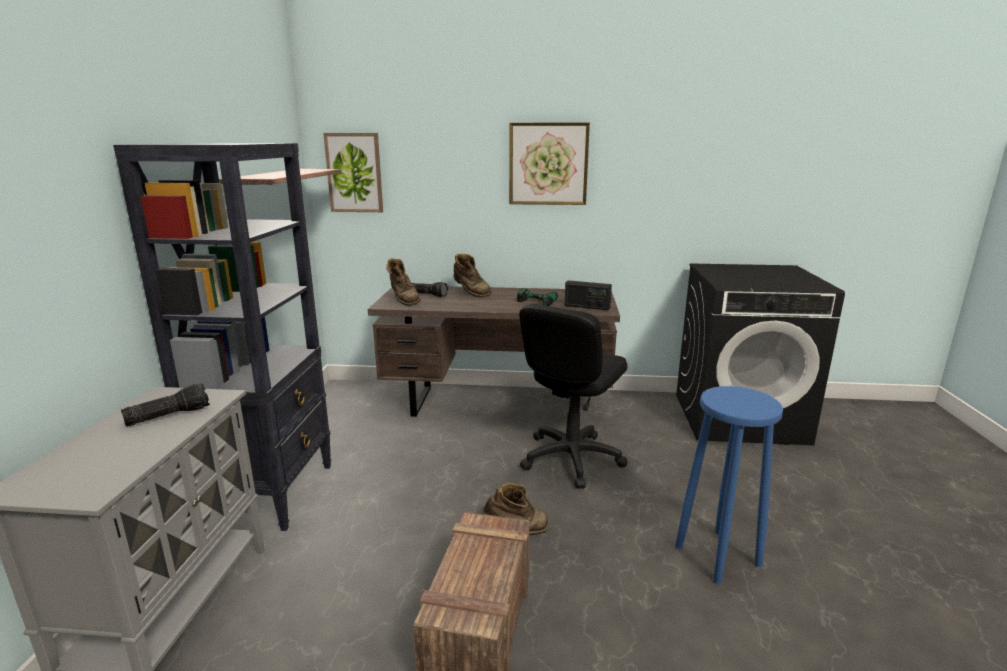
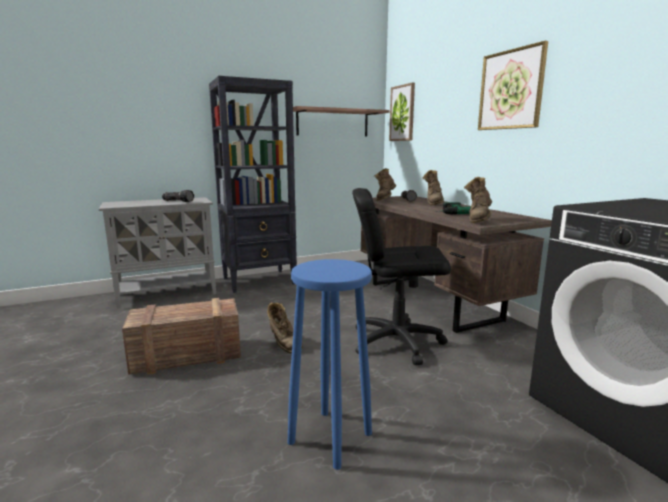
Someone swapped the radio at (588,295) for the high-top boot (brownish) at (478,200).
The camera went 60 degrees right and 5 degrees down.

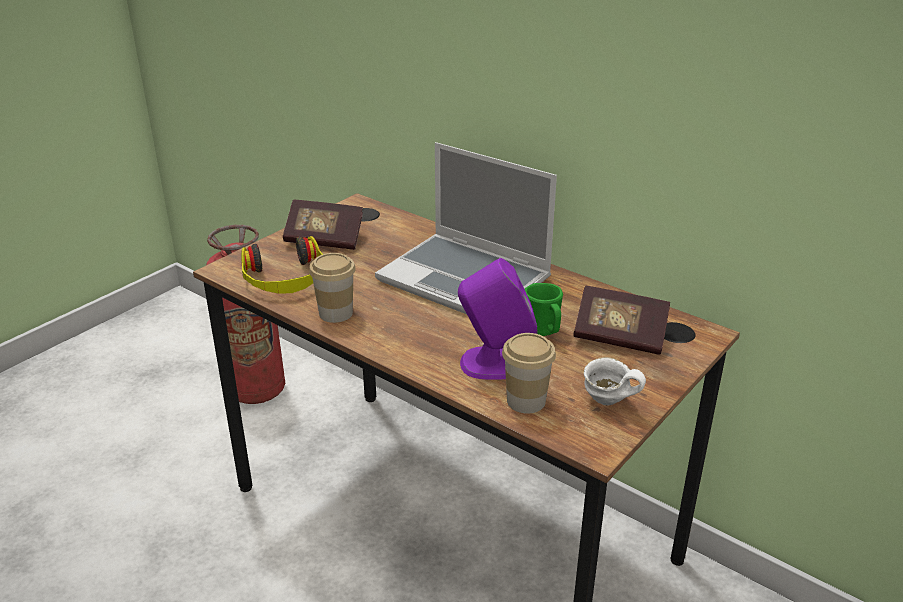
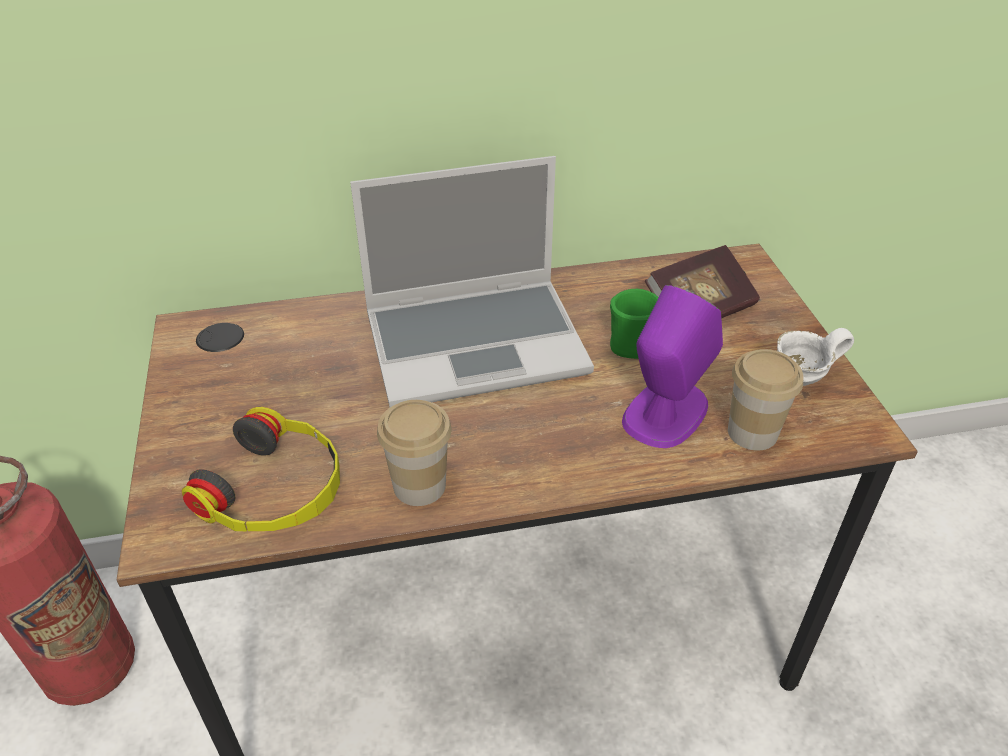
Someone took away the bound book at (323,225).
The camera went 50 degrees left and 10 degrees up.

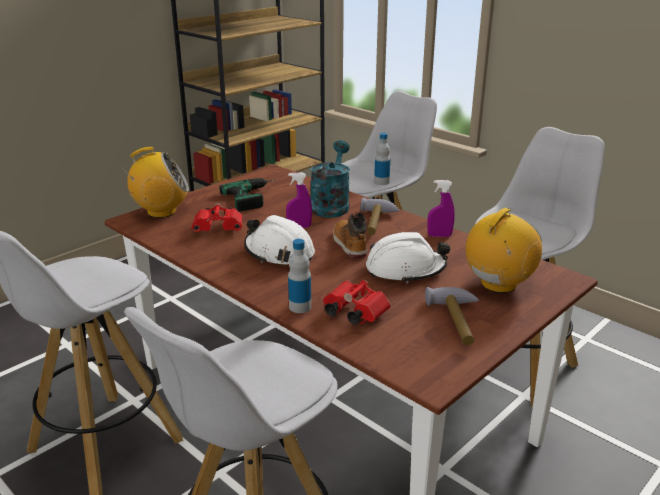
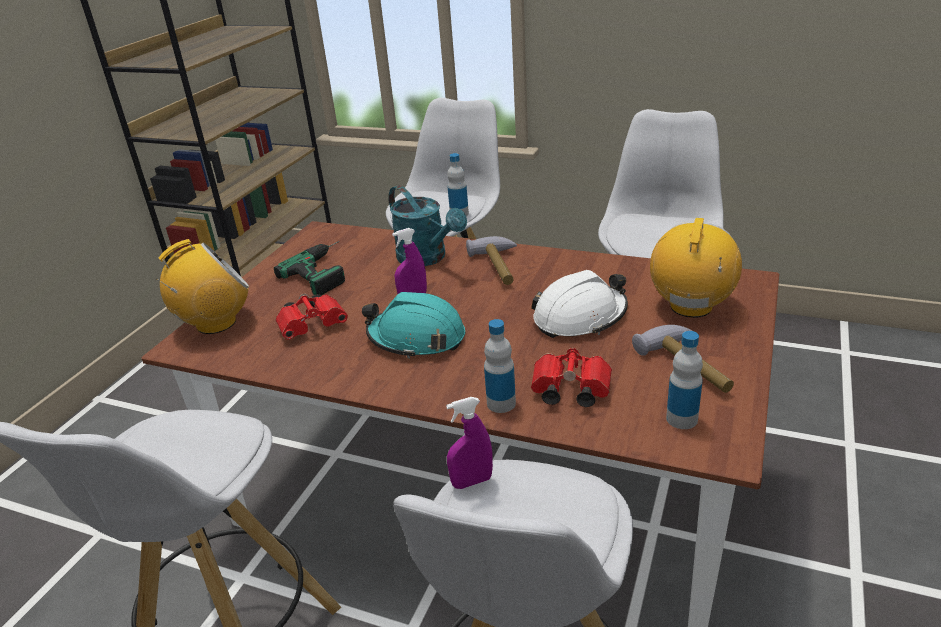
Someone rotated the watering can (turquoise-coloured) at (330,179) by 150 degrees clockwise.
Someone carried the spray bottle (purple-coloured) from (441,208) to (469,443).
Someone took away the high-top boot at (350,235).
Someone repainted the safety helmet (white-coloured) at (279,240), which became the safety helmet (turquoise-coloured) at (413,325).
Someone put down the beverage bottle at (684,380).
The camera went 20 degrees left and 5 degrees up.

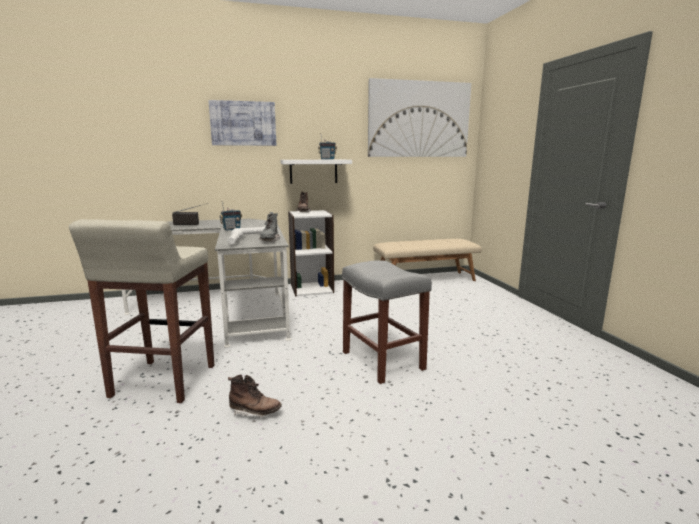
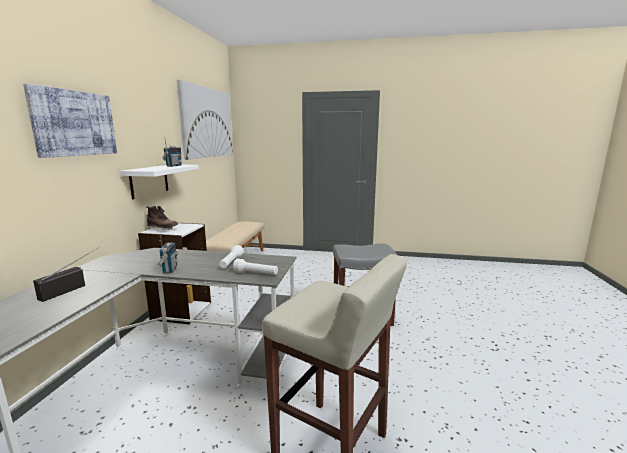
Someone took away the high-top boot (grey) at (269,227).
Someone took away the high-top boot (brownish) at (255,396).
The camera went 65 degrees left and 0 degrees up.

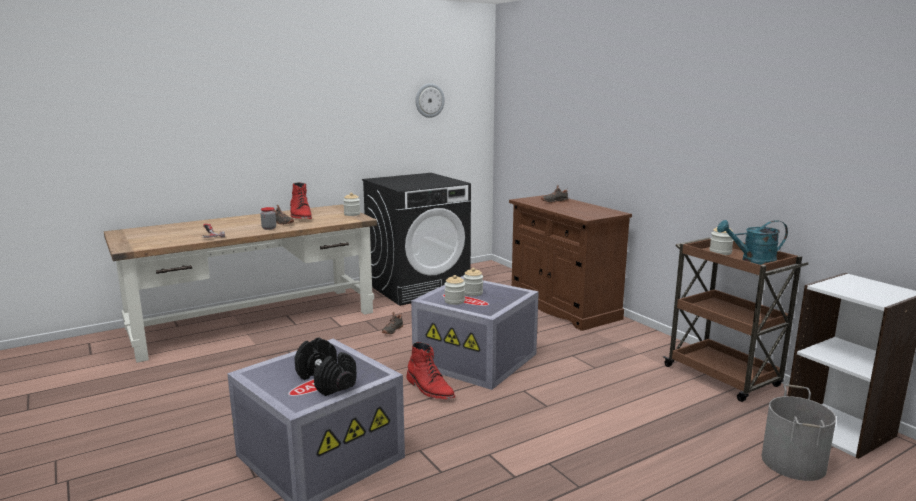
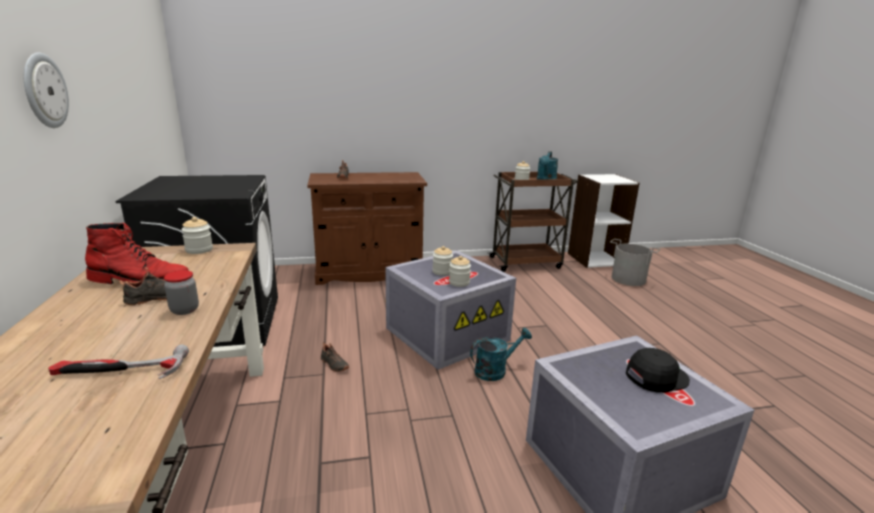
Someone carried the hanging clock from (430,100) to (46,90).
Someone swapped the dumbbell (black-coloured) at (326,366) for the peaked cap (black-coloured) at (658,370).
Someone swapped the high-top boot (red) at (430,370) for the watering can (turquoise-coloured) at (501,354).
The camera went 70 degrees left and 5 degrees up.

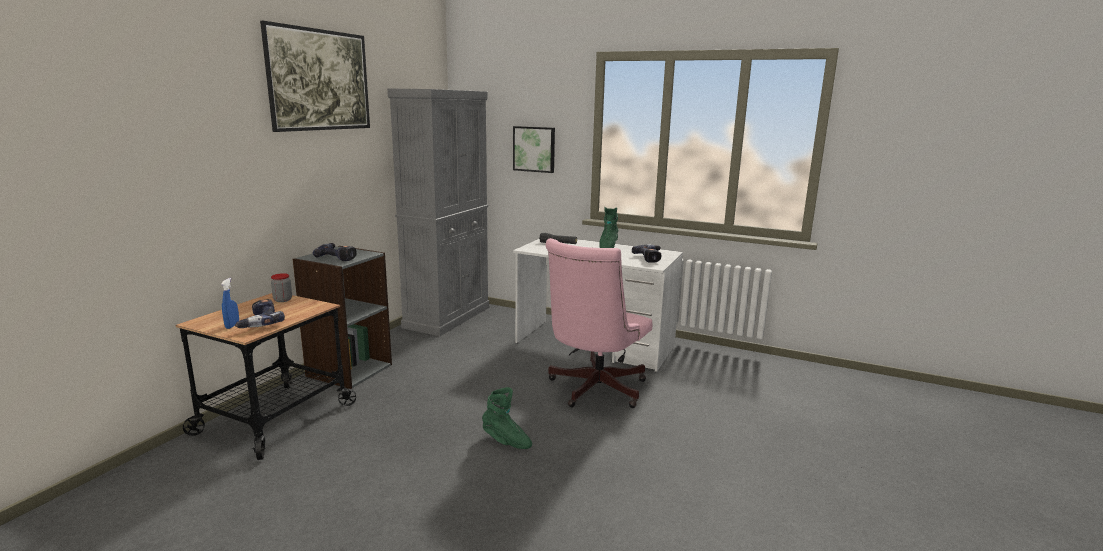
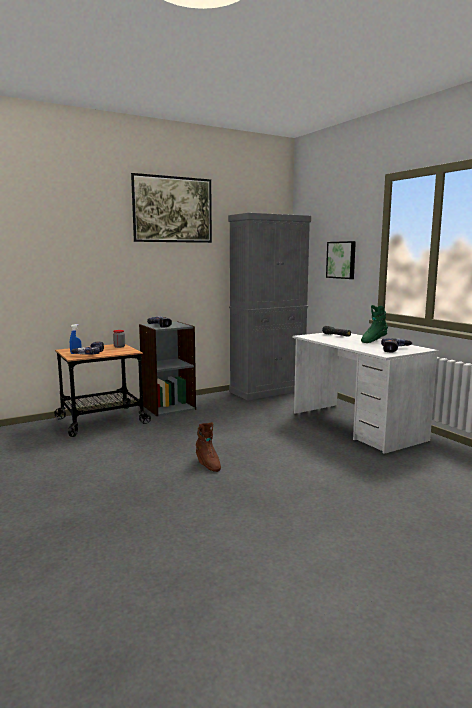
Someone took away the computer chair (pinkish) at (599,323).
Someone repainted the high-top boot (green-coloured) at (507,418), which became the high-top boot (brownish) at (208,447).
The camera went 35 degrees right and 5 degrees down.

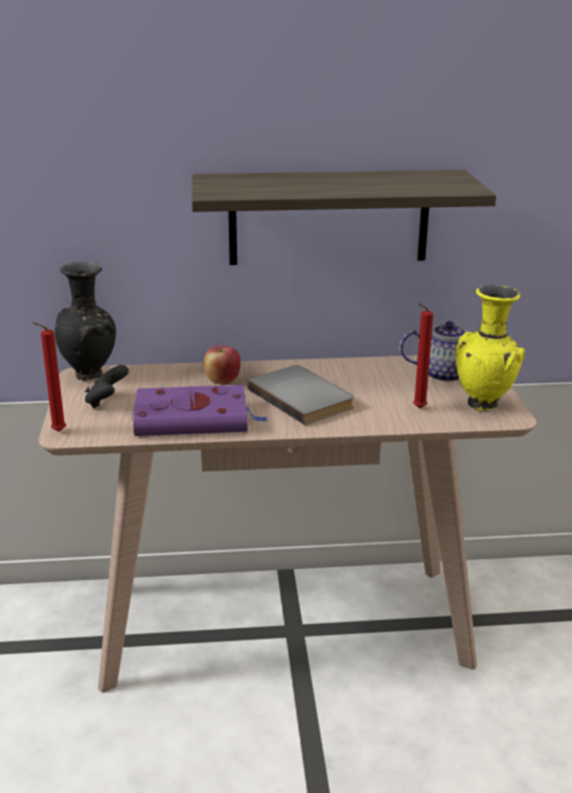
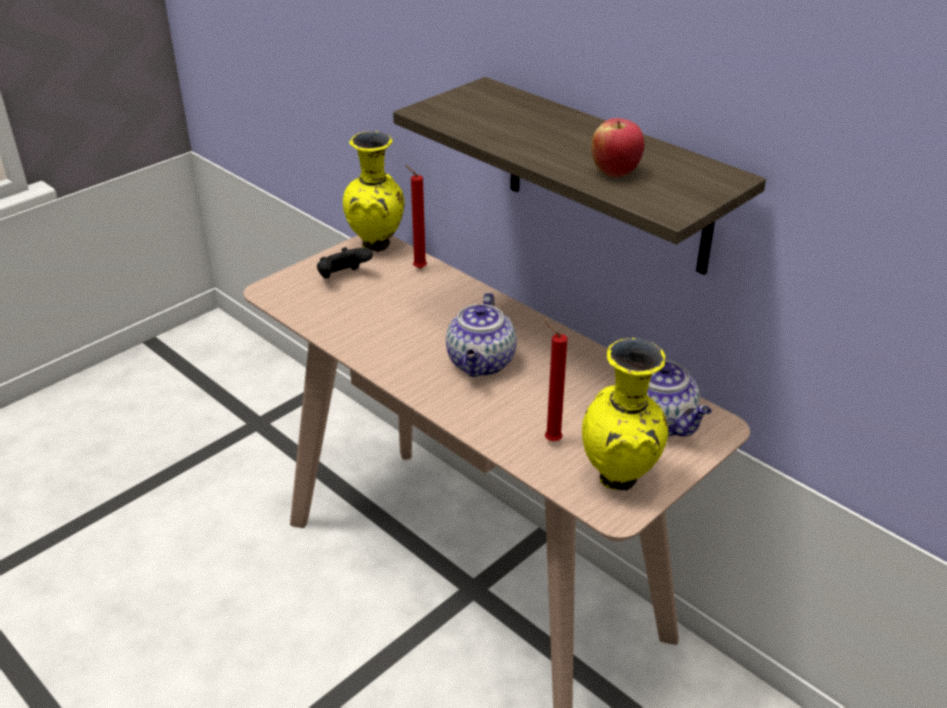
Someone repainted the flower vase (black-coloured) at (85,321), which became the flower vase (yellow) at (373,191).
Someone carried the wax candle (red) from (49,377) to (416,217).
Someone carried the apple fruit from (222,365) to (617,147).
Someone swapped the bound book (grey) at (300,395) for the pot for tea at (481,334).
Someone took away the bound book (purple-coloured) at (200,410).
The camera went 50 degrees right and 10 degrees up.

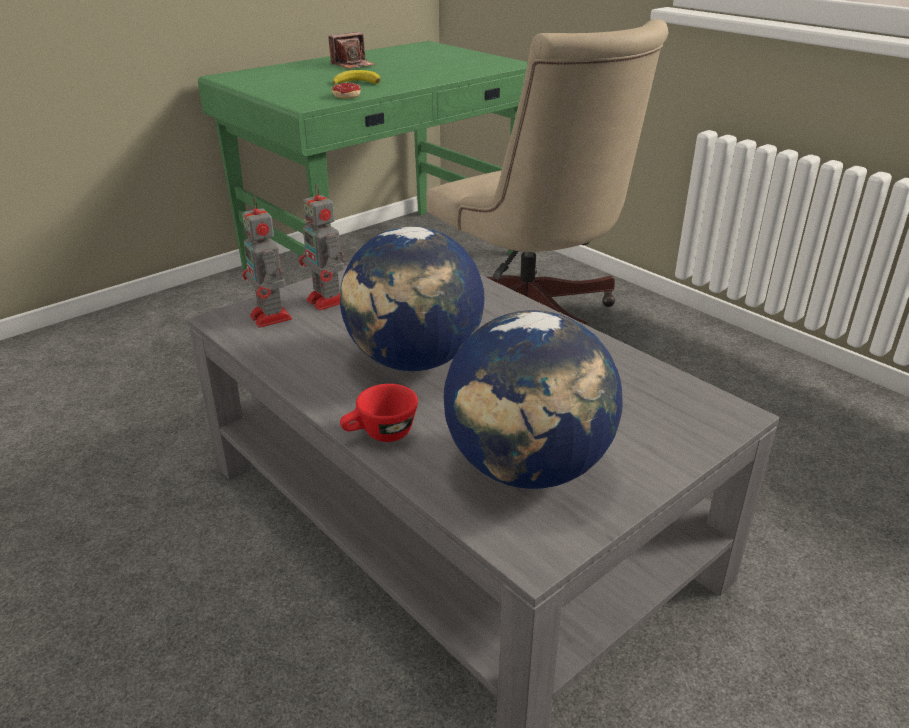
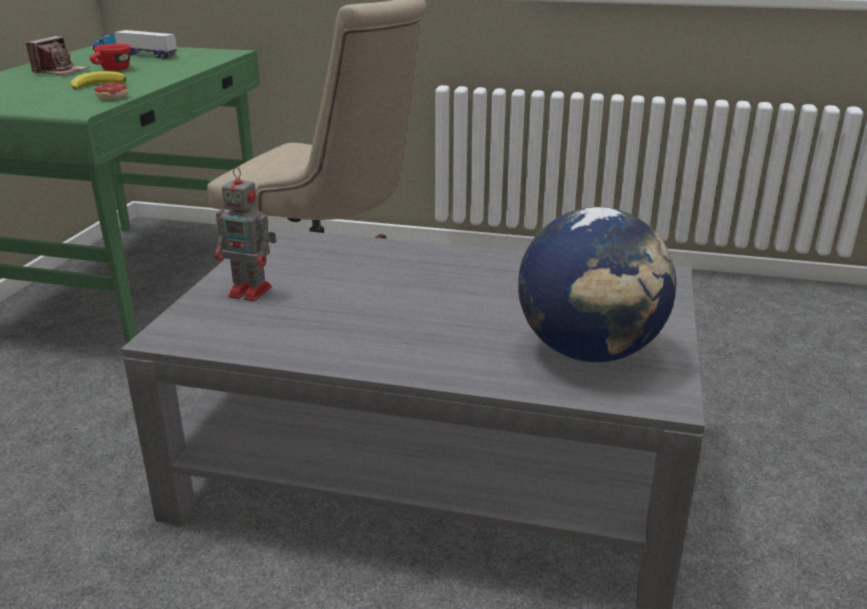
Someone took away the robot figure at (267,262).
Someone took away the desk globe at (412,298).
Someone carried the small cup (red) from (379,413) to (110,57).
Someone put down the toy truck at (135,44).
The camera went 35 degrees left and 5 degrees down.

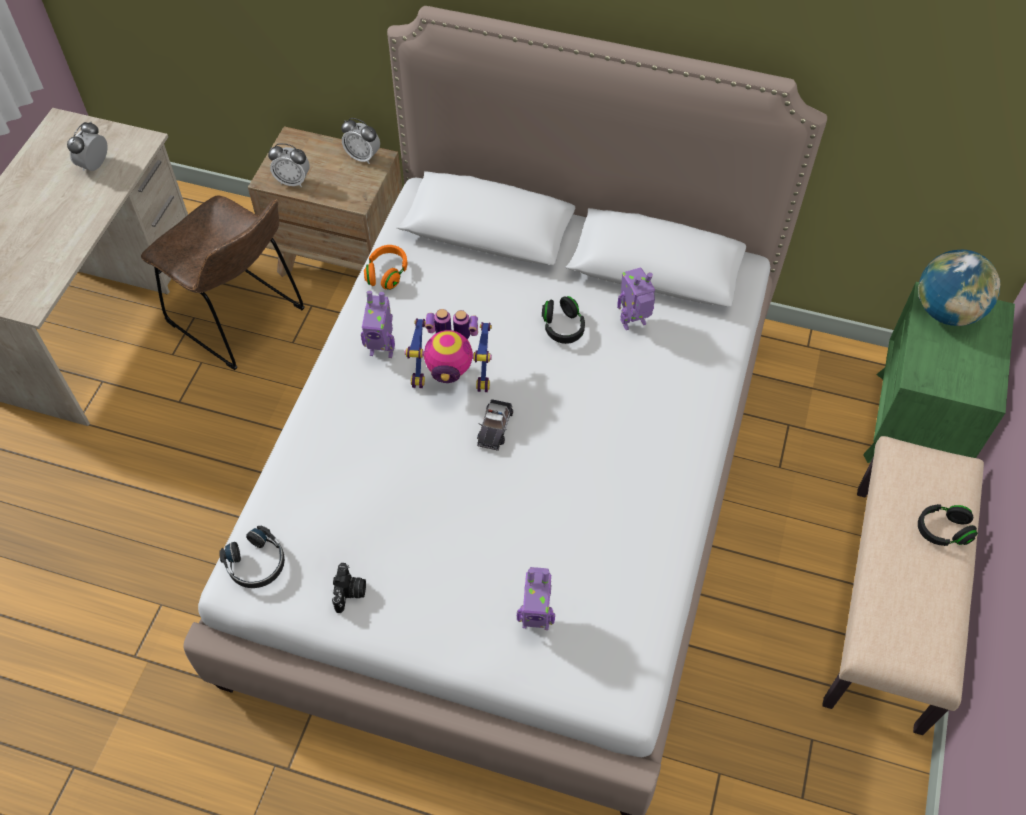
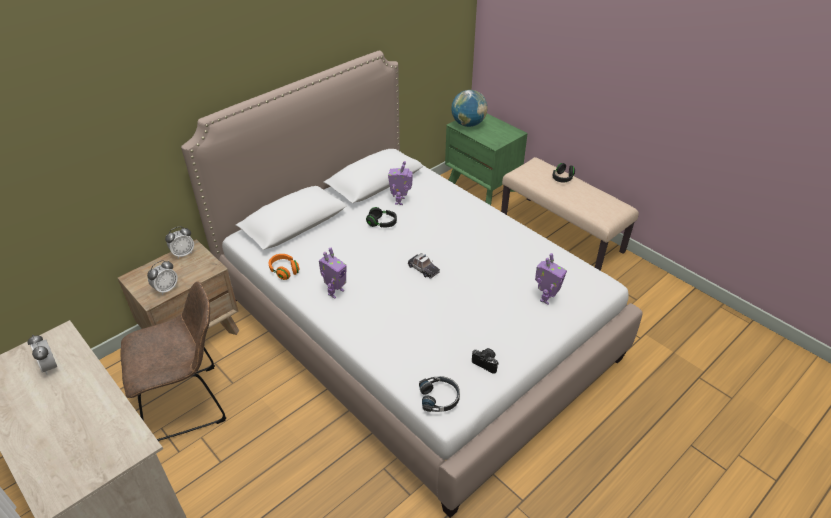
Someone took away the robot figure at (448,350).
The camera went 60 degrees left and 15 degrees down.

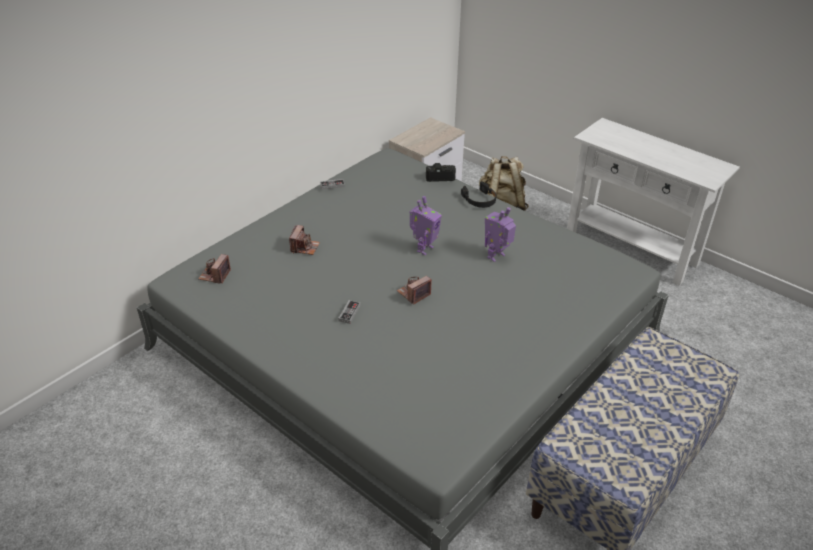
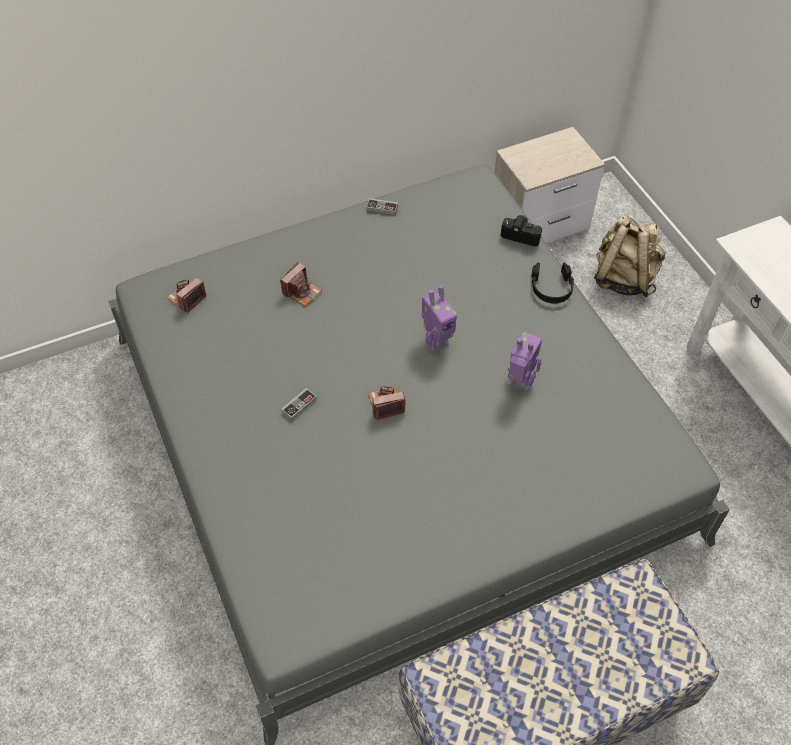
Someone rotated the robot figure at (500,234) by 45 degrees clockwise.
The camera went 25 degrees right and 15 degrees up.

